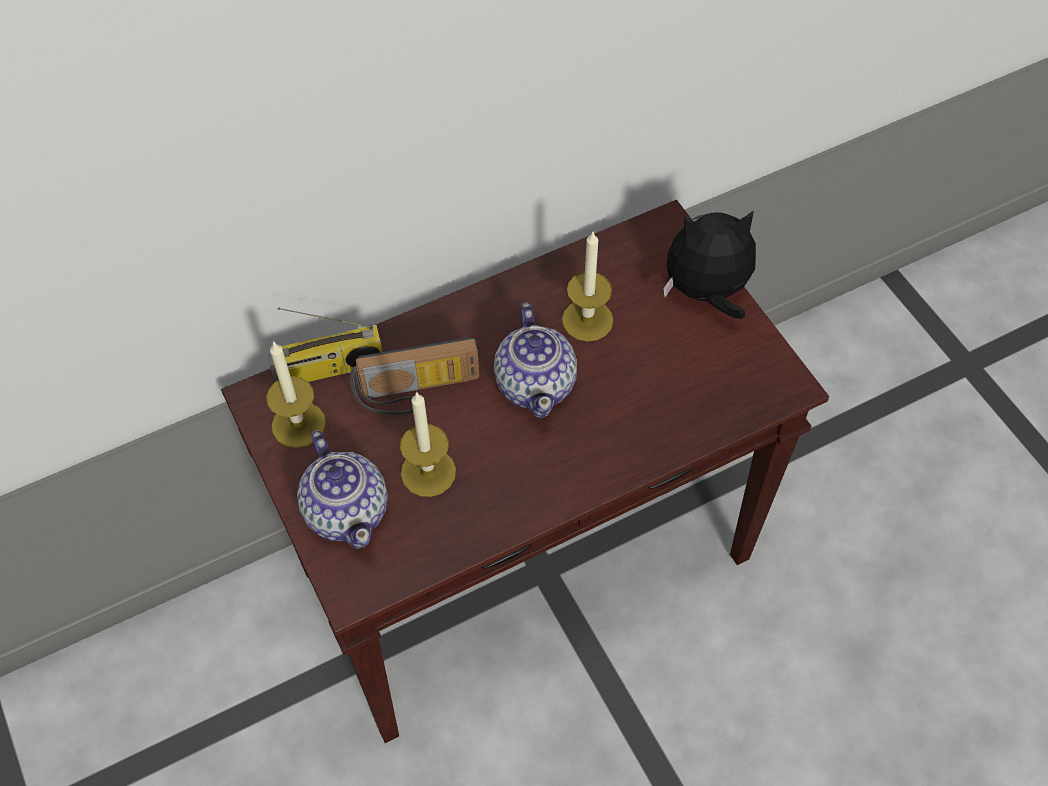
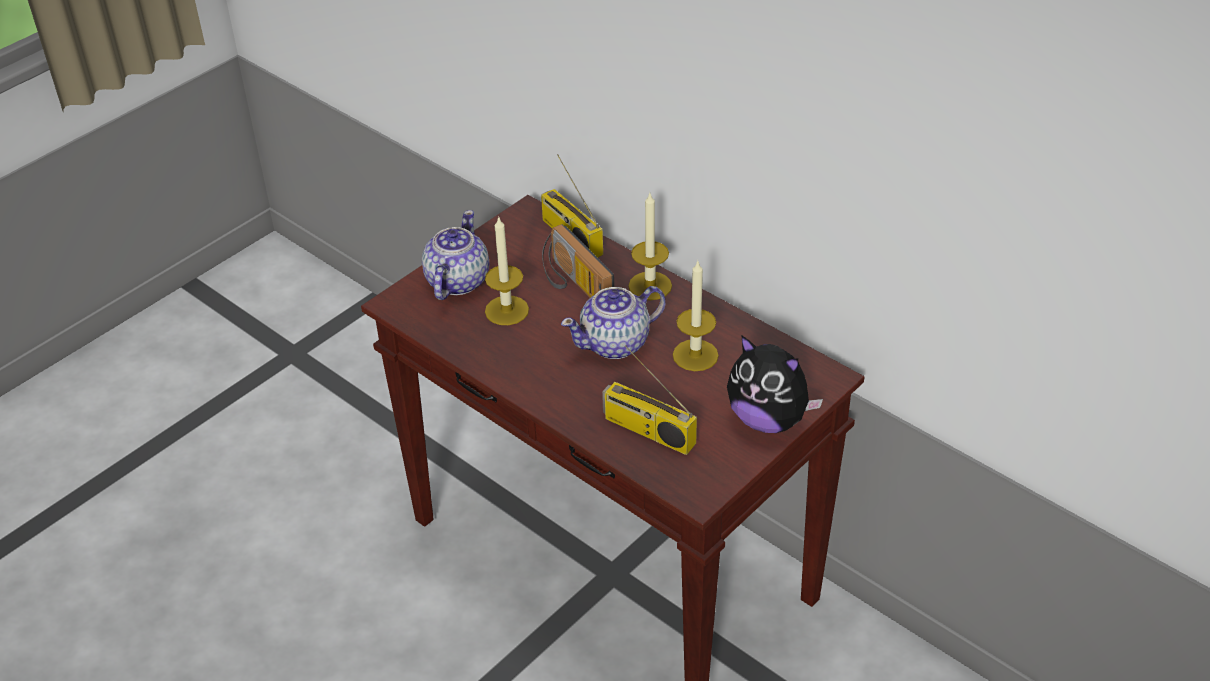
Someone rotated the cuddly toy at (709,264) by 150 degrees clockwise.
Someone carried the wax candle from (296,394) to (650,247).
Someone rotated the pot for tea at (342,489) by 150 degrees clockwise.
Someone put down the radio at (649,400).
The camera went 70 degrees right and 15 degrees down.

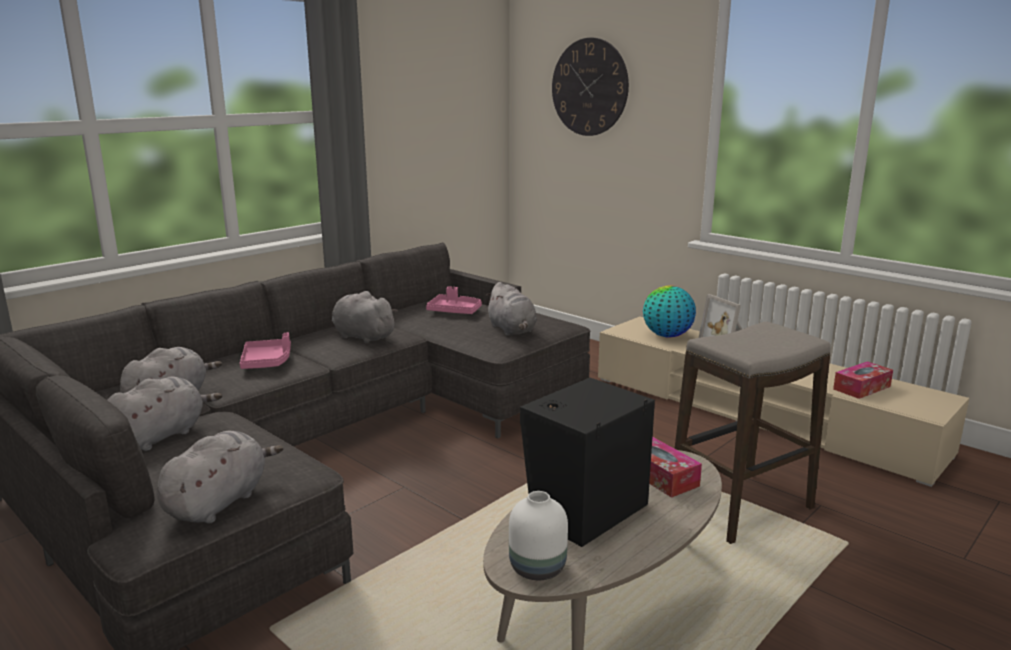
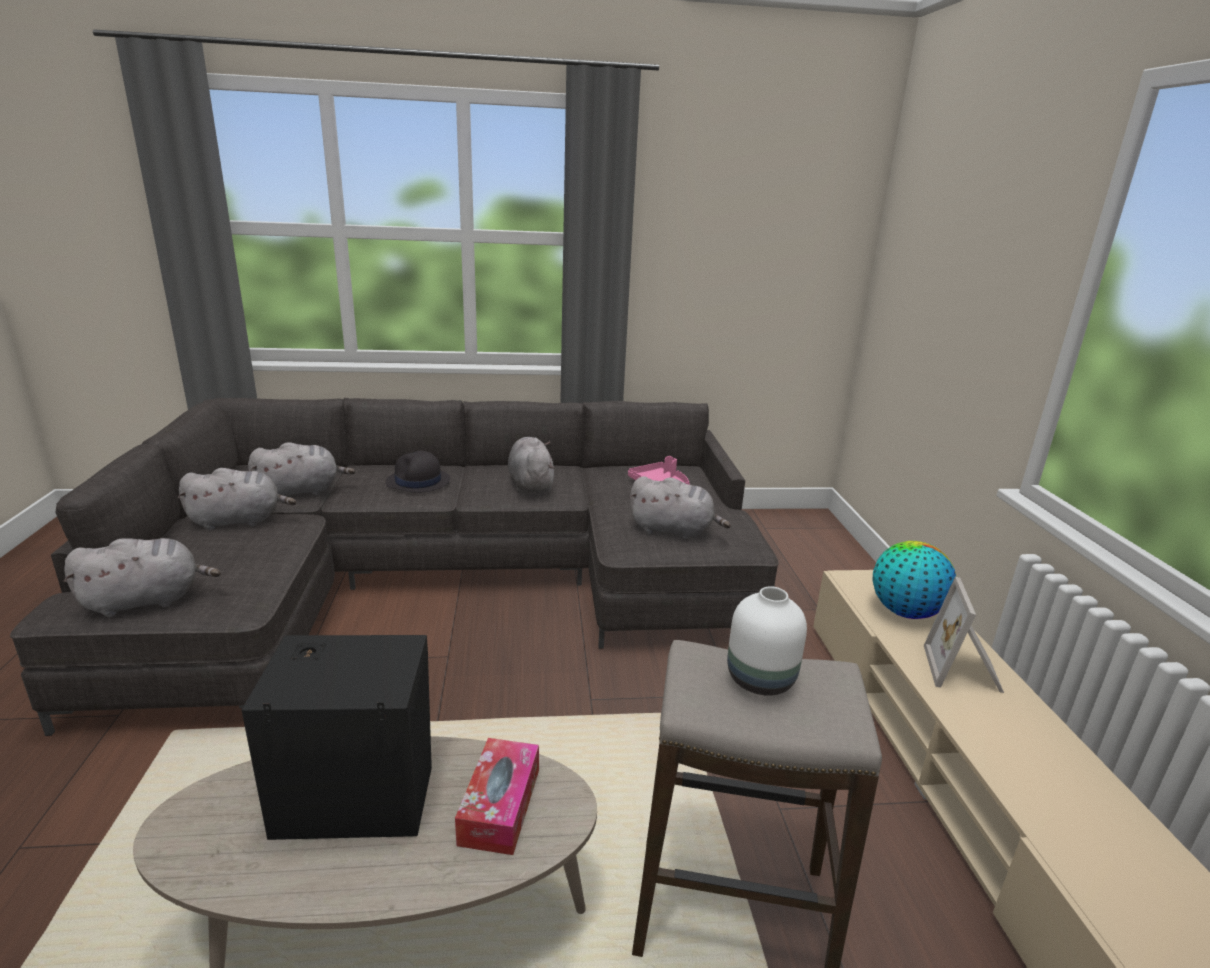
Someone took away the hanging clock at (590,86).
Someone rotated the cuddly toy (grey) at (511,308) by 90 degrees counterclockwise.
Someone swapped the carrying tray (pinkish) at (265,350) for the hat (black-coloured) at (418,471).
Someone took away the tissue box at (863,380).
Someone carried the flower vase (white-coloured) from (538,535) to (767,641).
The camera went 40 degrees right and 5 degrees up.

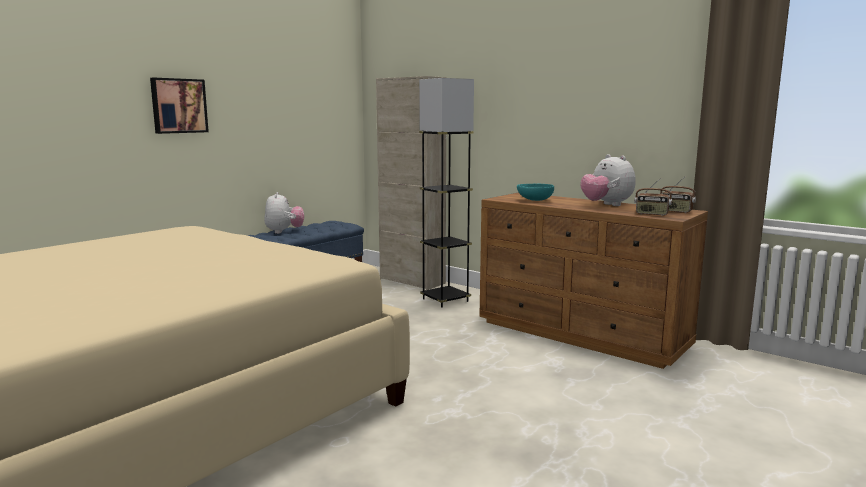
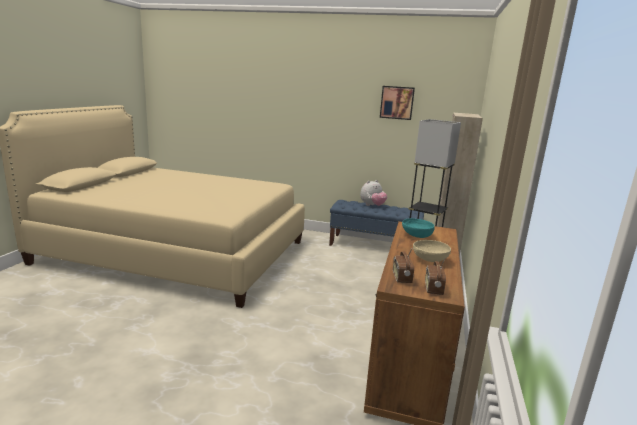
Someone carried the wall picture from (179,105) to (397,103).
Someone swapped the cuddly toy at (607,180) for the bowl (sand-coloured) at (432,251).
The camera went 65 degrees right and 5 degrees up.

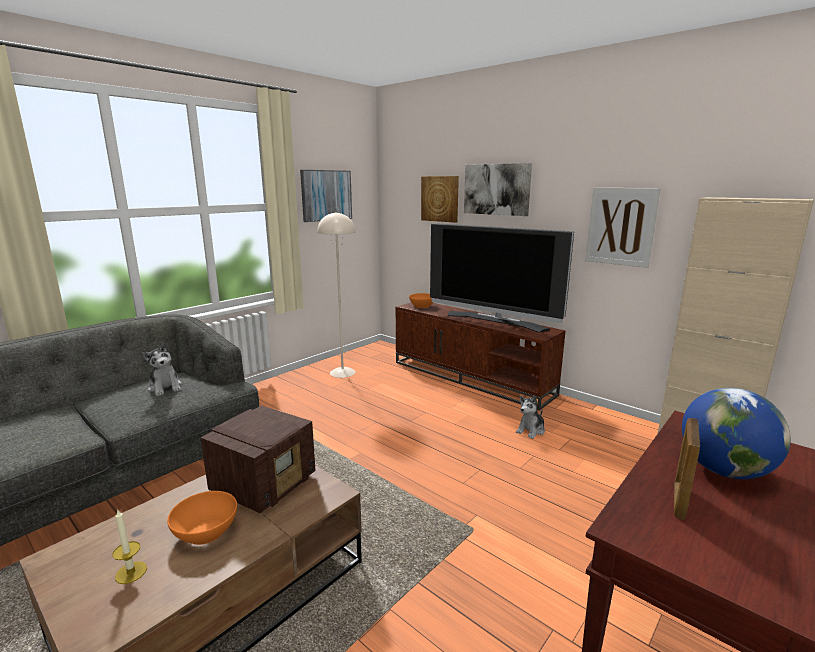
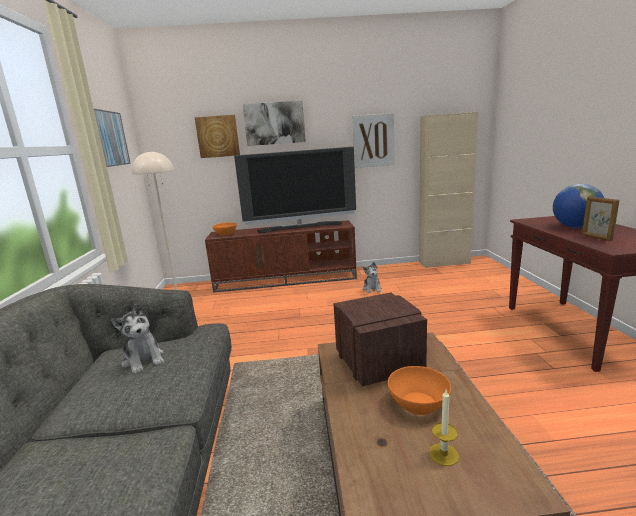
Someone rotated the cuddly toy at (162,369) by 45 degrees clockwise.
The camera went 45 degrees left and 0 degrees up.

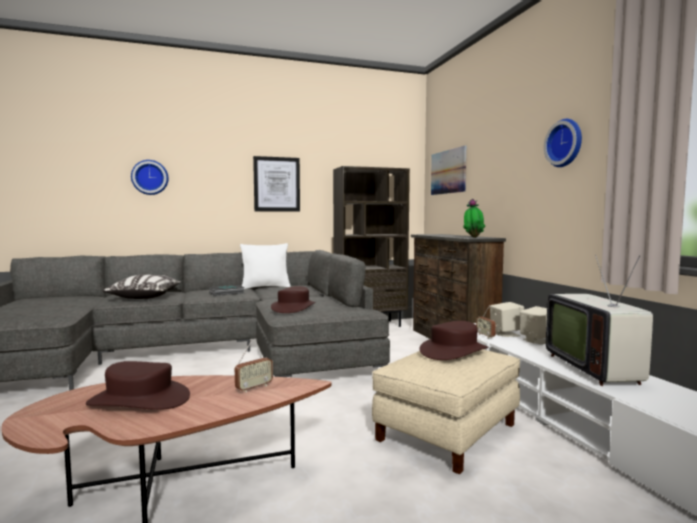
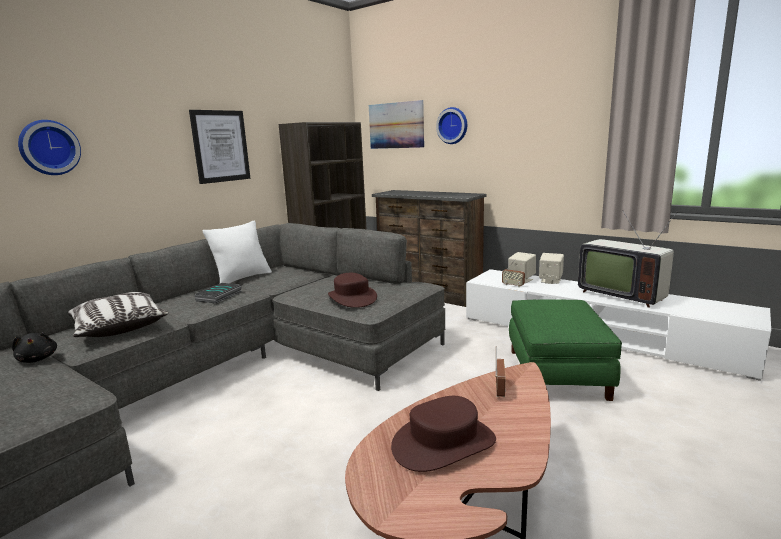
Someone carried the hanging clock from (563,143) to (451,125).
Someone took away the plant in a pot at (474,218).
Someone took away the hat (brownish) at (453,340).
Someone repainted the footrest (sand-coloured) at (446,411), which became the footrest (green-coloured) at (565,350).
Someone put down the cuddly toy (black-coloured) at (34,347).
The camera went 35 degrees left and 10 degrees up.

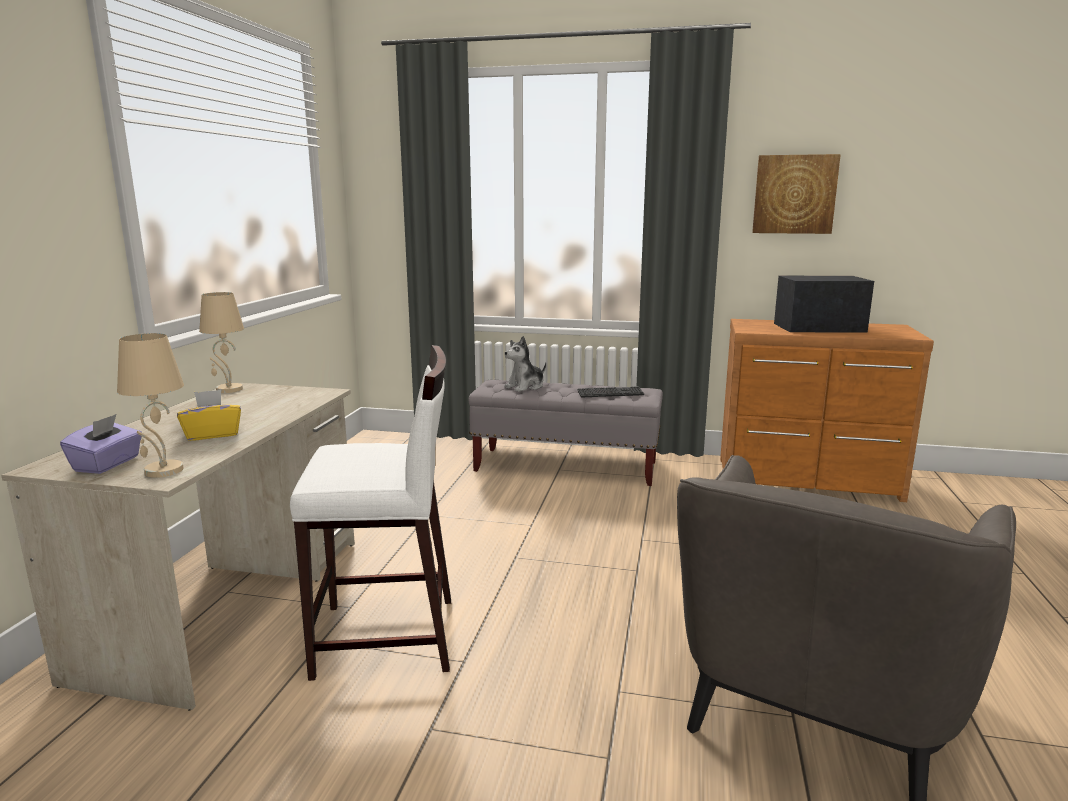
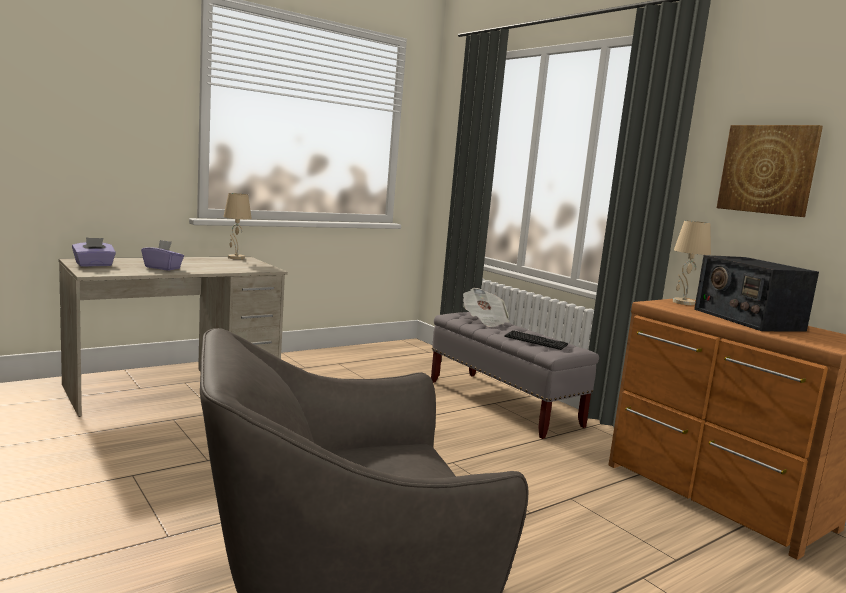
Someone rotated the radio at (824,304) by 150 degrees counterclockwise.
Someone carried the lamp for a table (sand-coloured) from (150,405) to (692,263).
Someone swapped the cuddly toy at (525,364) for the daily paper at (486,307).
Someone took away the stool (white-coloured) at (370,513).
Someone repainted the tissue box (yellow) at (209,415), which became the tissue box (purple-coloured) at (162,255).
The camera went 40 degrees right and 5 degrees down.

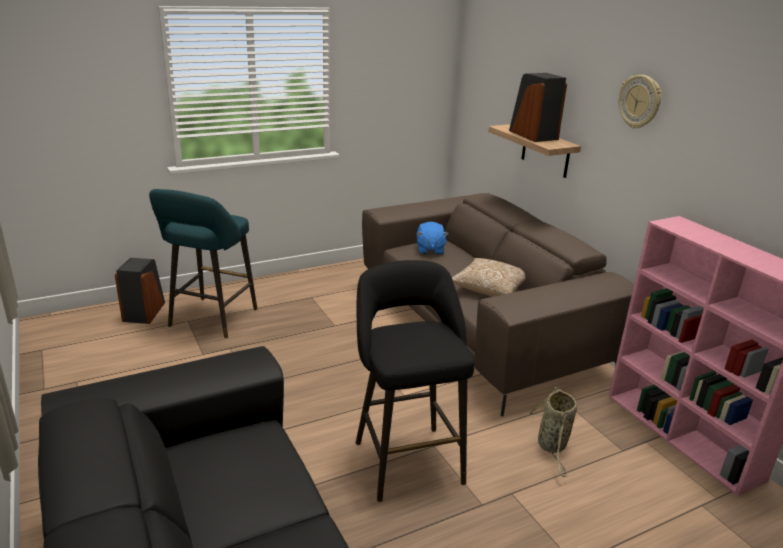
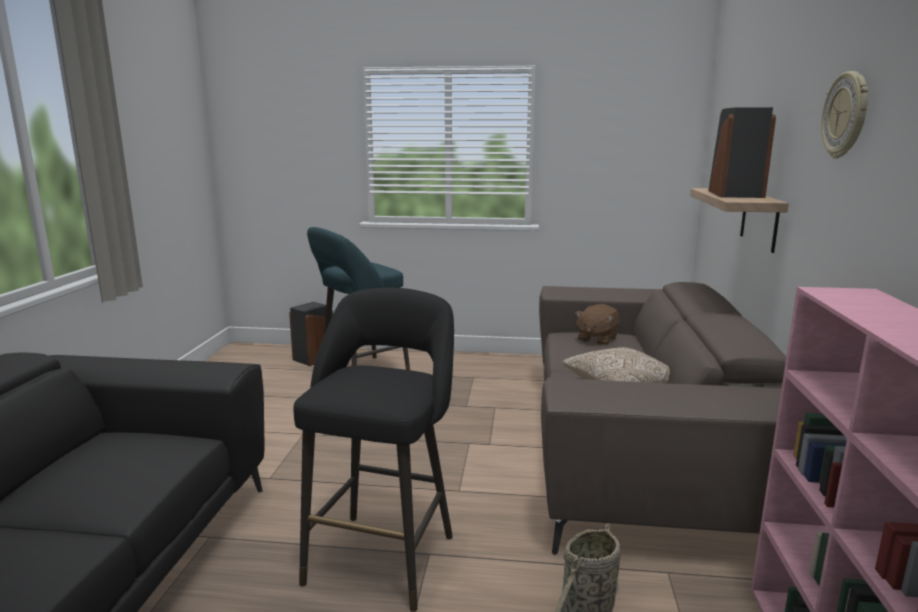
Someone repainted the cuddly toy (blue-coloured) at (432,238), which became the cuddly toy (brownish) at (597,324).
The camera went 35 degrees right and 10 degrees down.

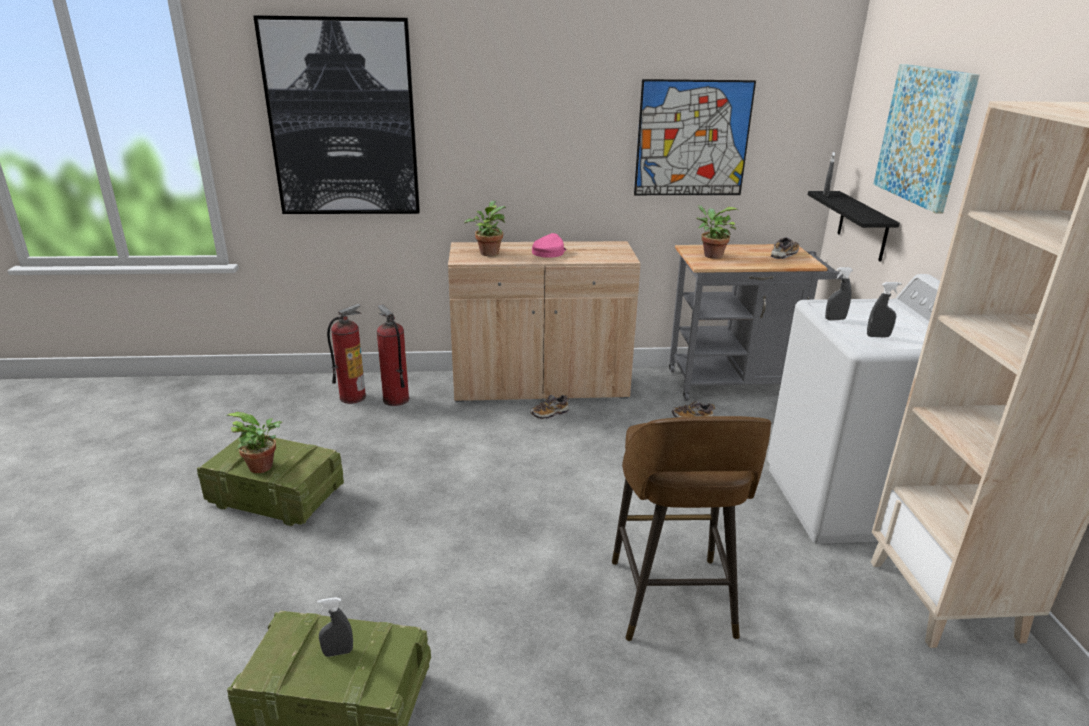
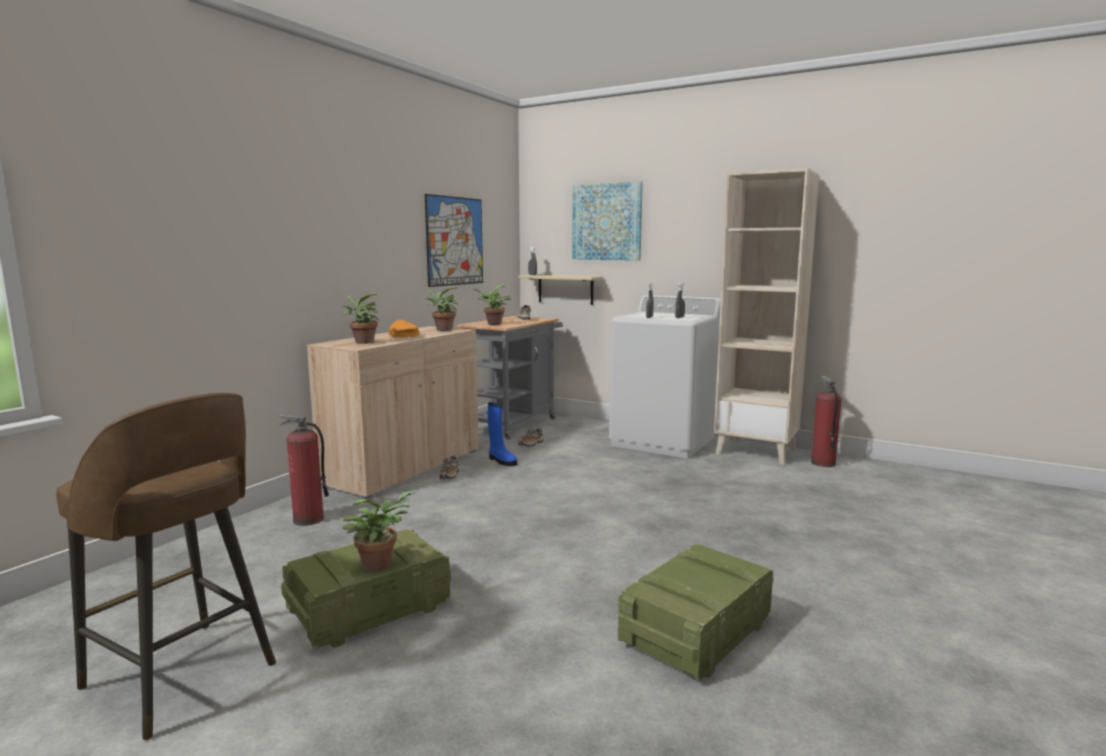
Someone took away the wall picture at (336,114).
Someone repainted the wall shelf (black-coloured) at (854,226), which became the wall shelf (sand-coloured) at (560,290).
Someone repainted the peaked cap (pinkish) at (549,245), which became the peaked cap (orange) at (404,328).
Someone carried the fire-fighting cylinder from (346,354) to (826,421).
Someone carried the stool (brownish) from (691,528) to (166,566).
Someone took away the spray bottle (grey) at (335,627).
Someone put down the plant in a pot at (442,309).
Someone put down the high-top boot (blue-coloured) at (502,434).
The camera went 55 degrees left and 15 degrees down.

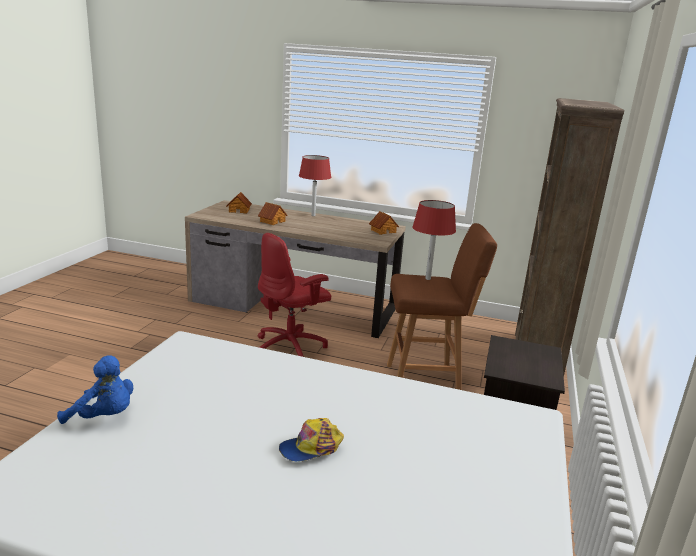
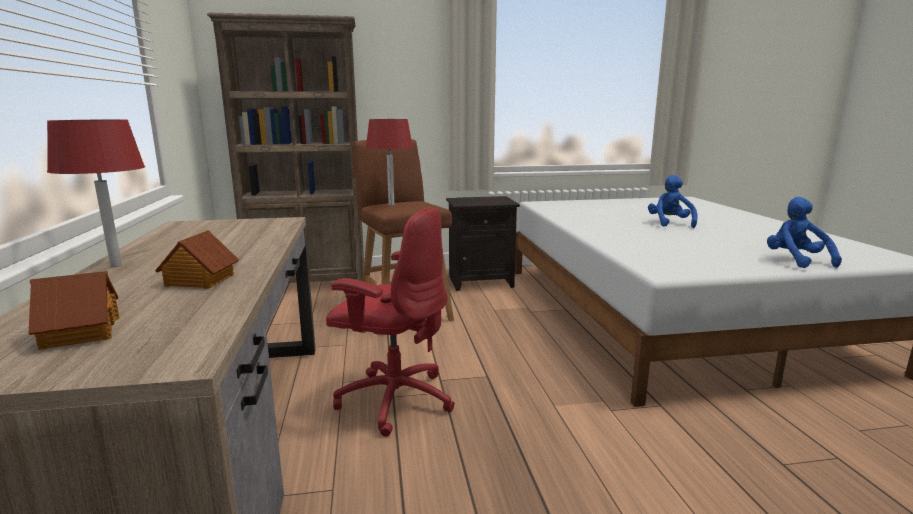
Someone took away the miniature house at (384,223).
Someone swapped the peaked cap at (311,440) for the cuddly toy (blue-coloured) at (672,201).
The camera went 115 degrees left and 5 degrees down.

